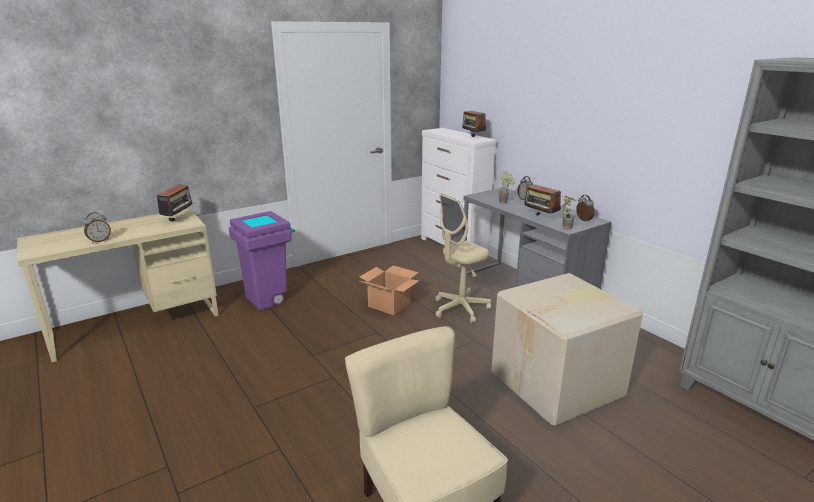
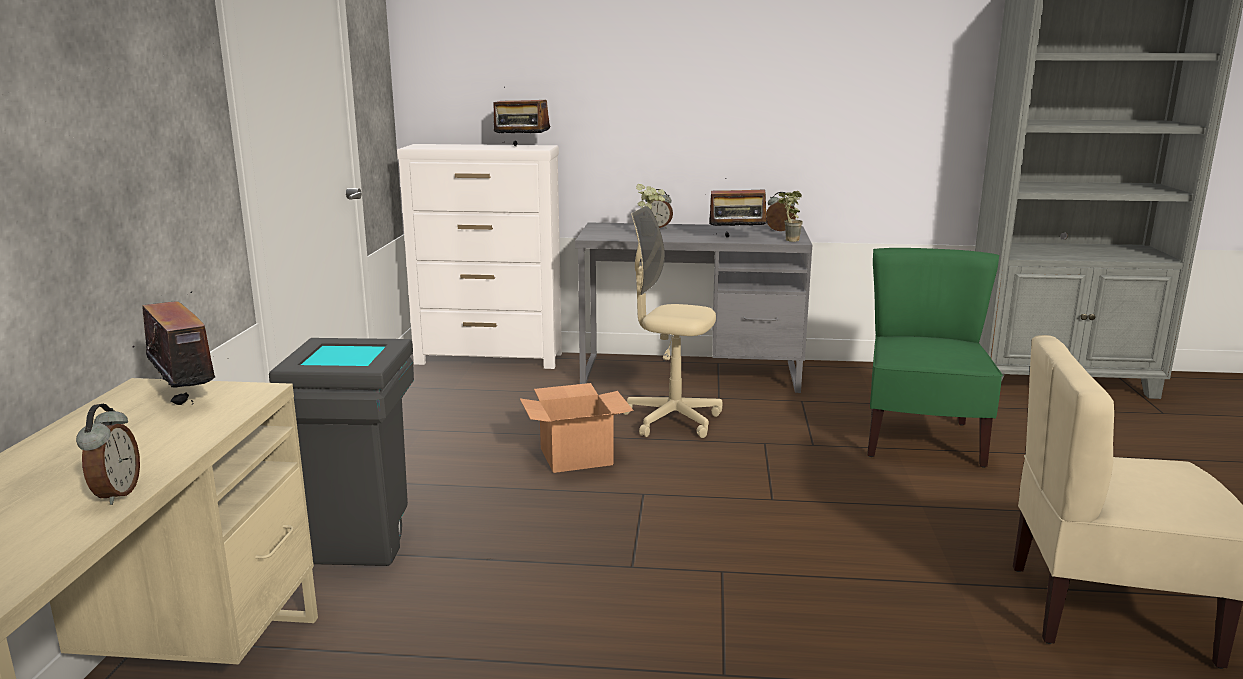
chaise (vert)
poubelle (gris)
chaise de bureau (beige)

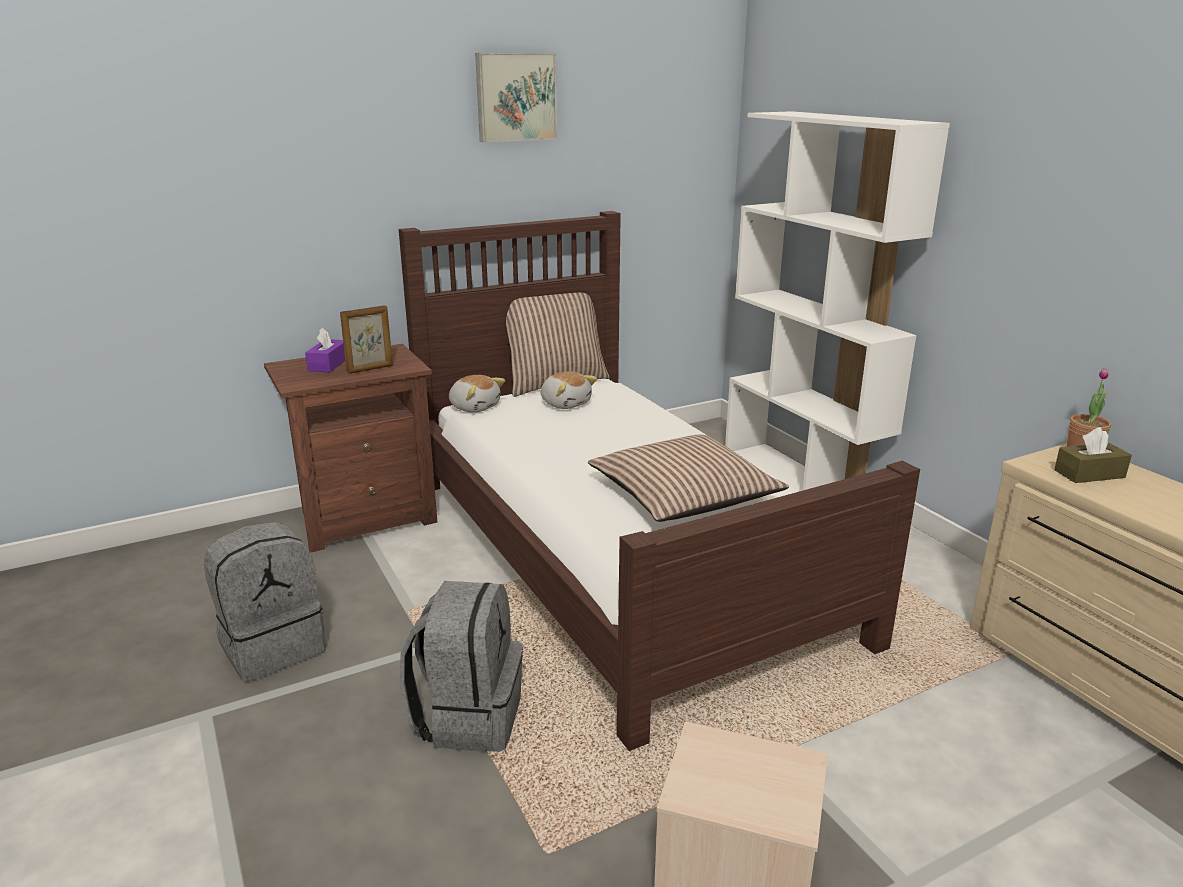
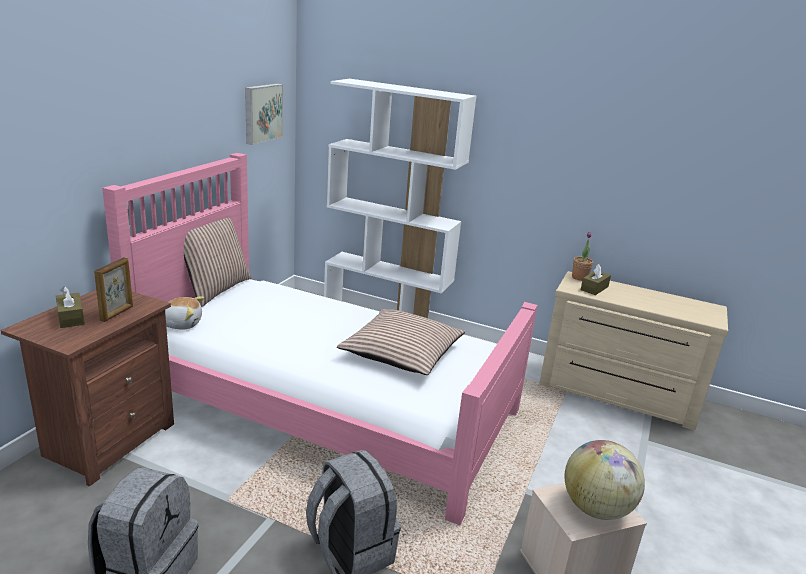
peluche (2nd from left in the first image)
globe
tableau
boîte à mouchoirs (marron) (1st from left)
lit (rose)

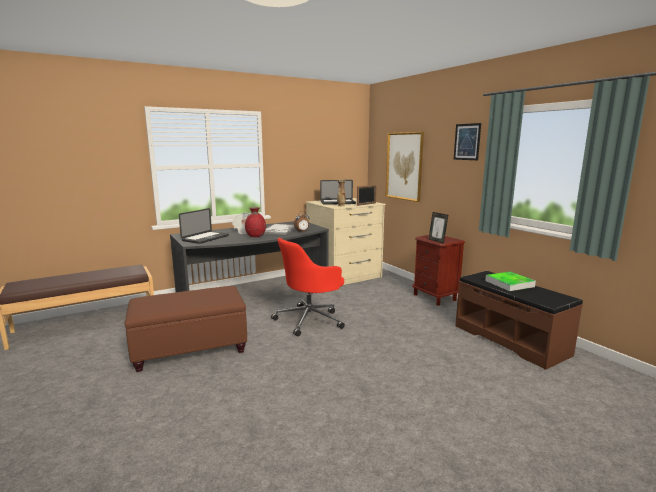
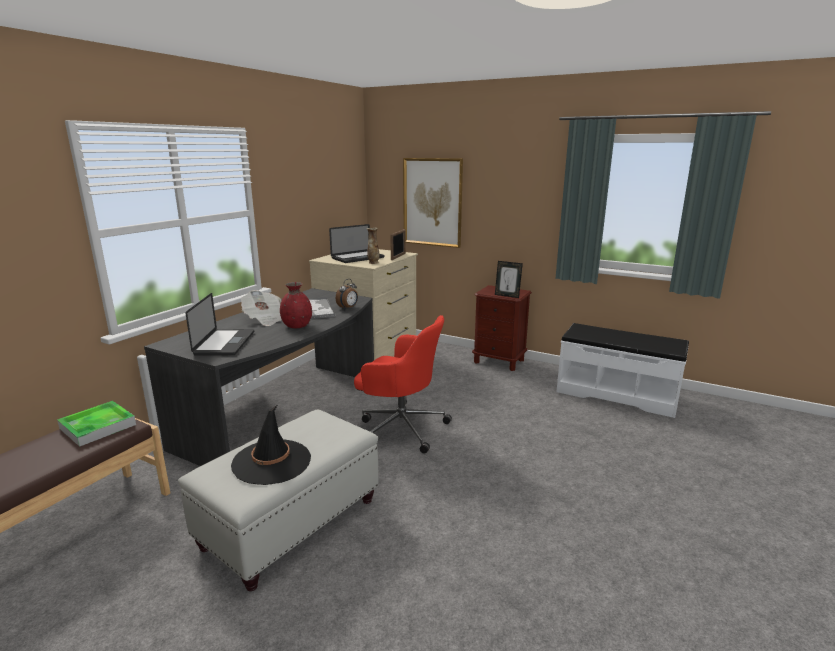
tableau (2nd from left in the first image)
chapeau (noir)
plateau (1st from left)
pouf (blanc)
banc (blanc)
chaise de bureau (rouge)

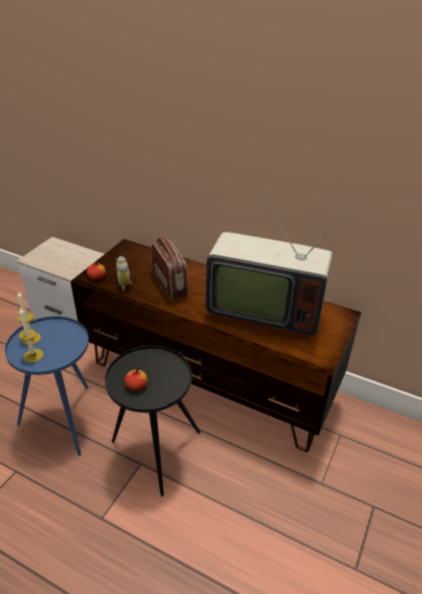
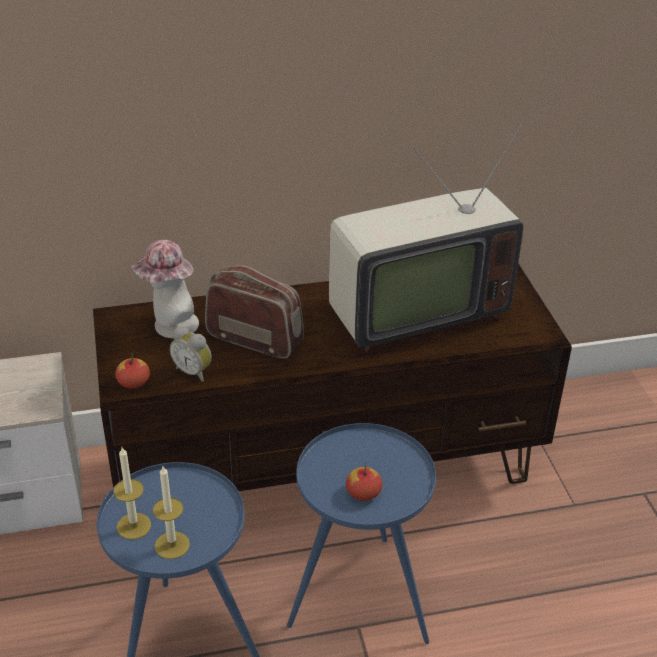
chapeau
table d'appoint (bleu) (2nd from left)

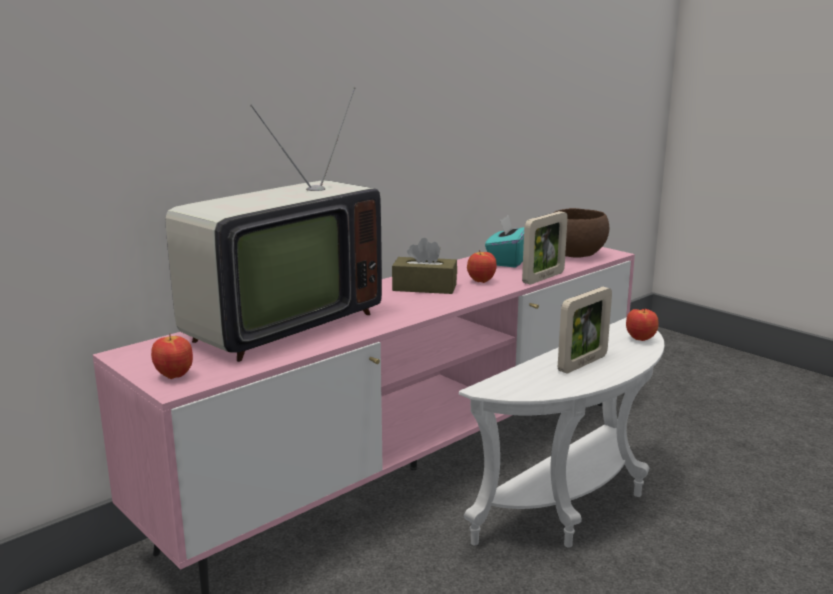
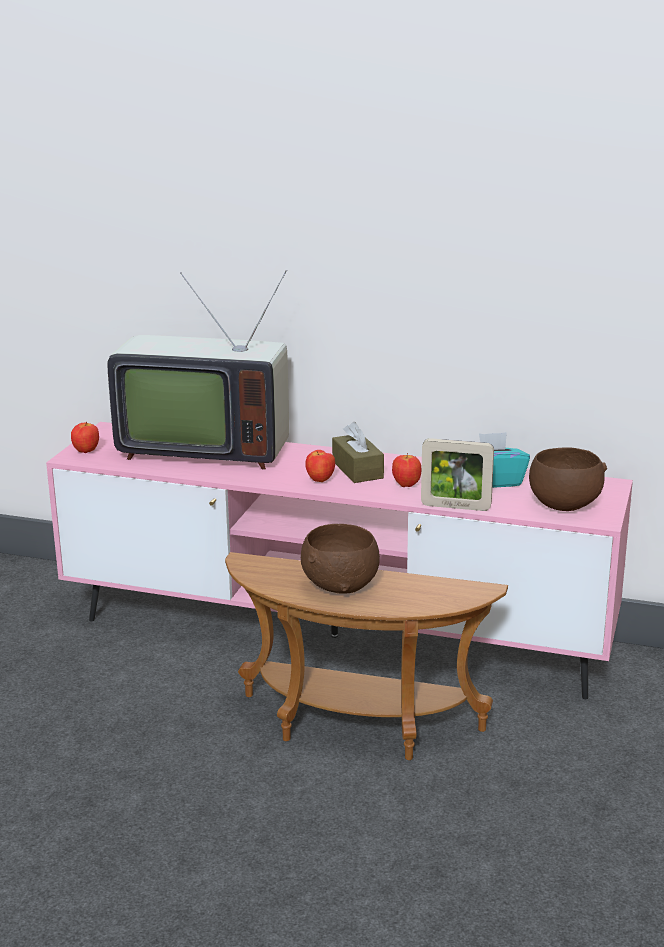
pomme (2nd from left)
bol (marron) (1st from left)
table d'appoint (marron)

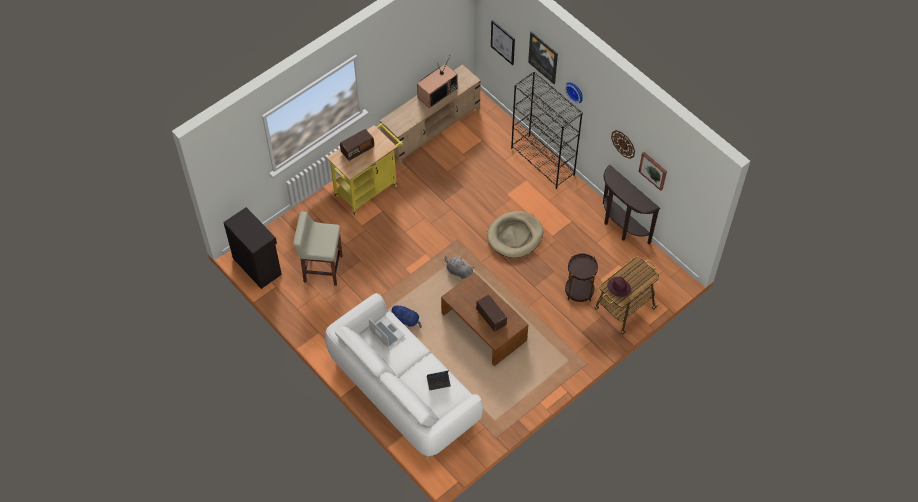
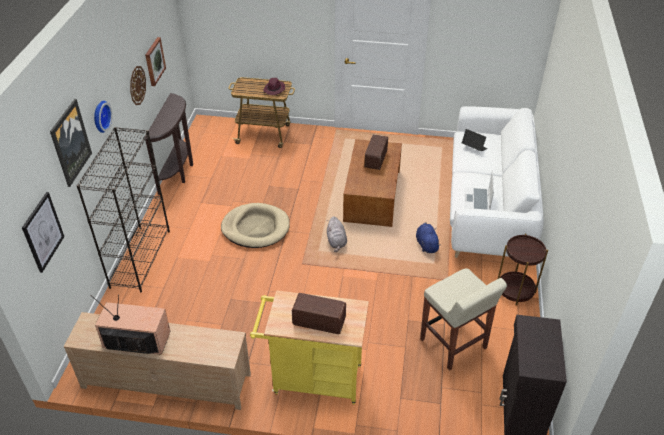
table d'appoint (marron)

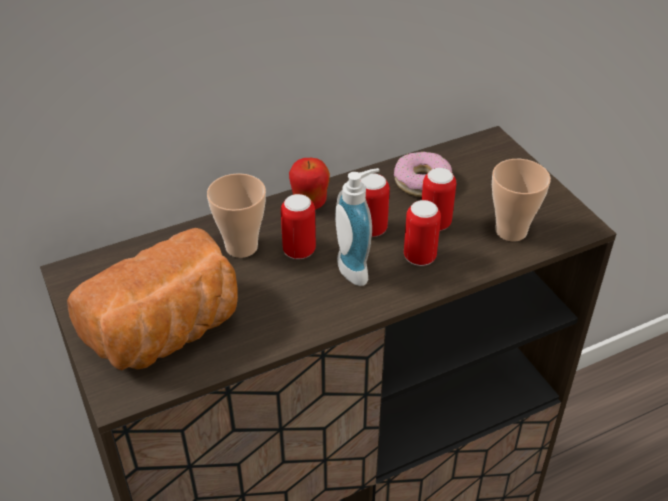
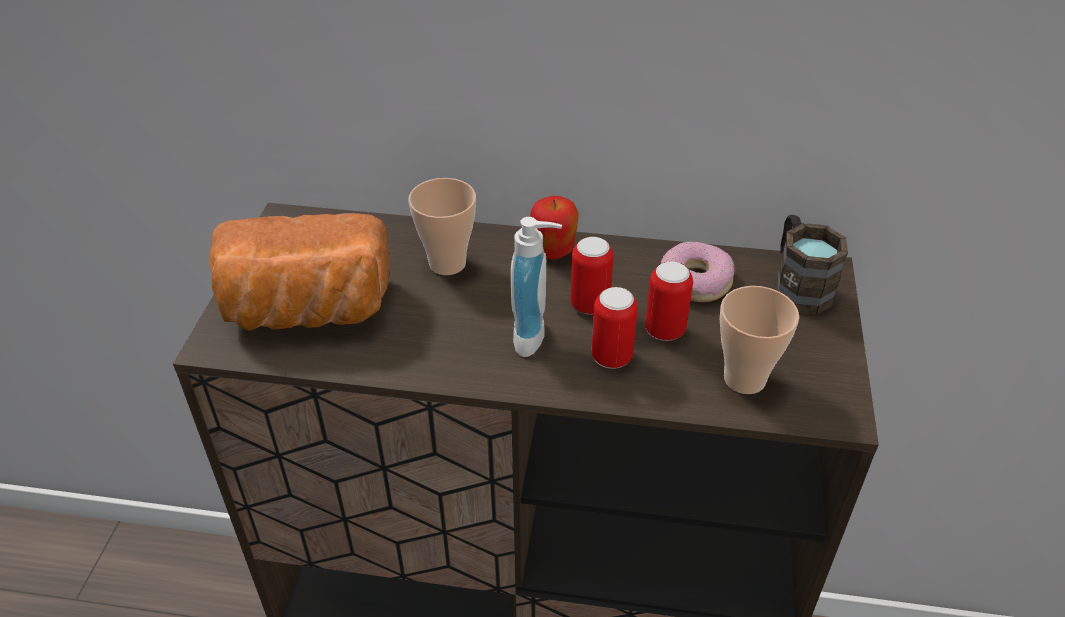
boîte métallique (1st from left in the first image)
mug (marron)

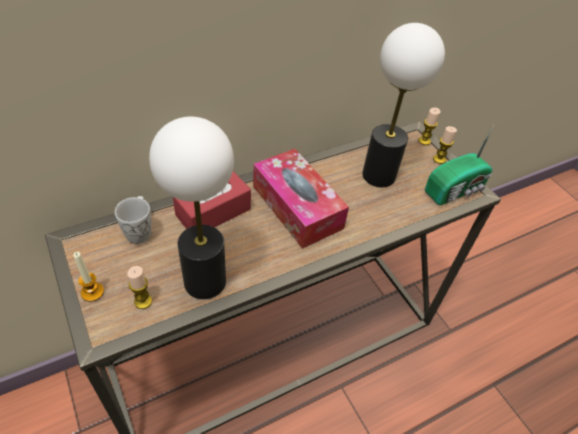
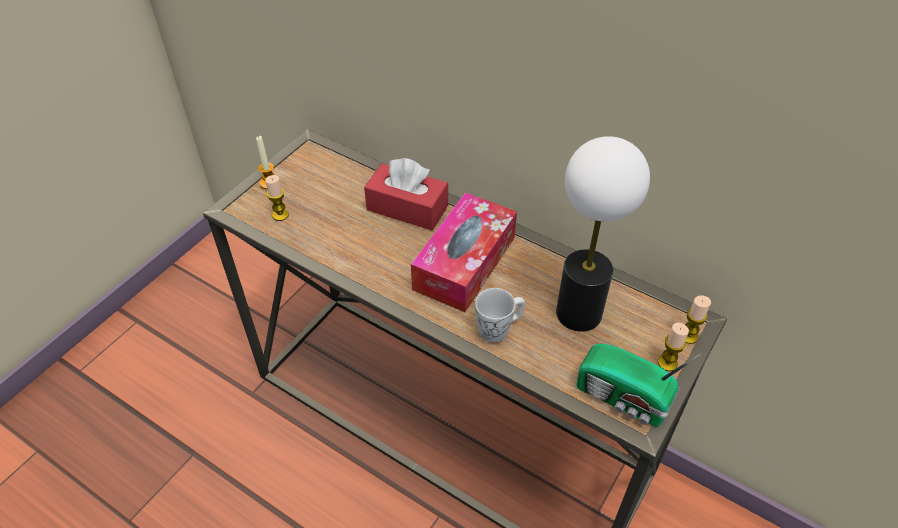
lampe de table (1st from left in the first image)
mug (blanc)

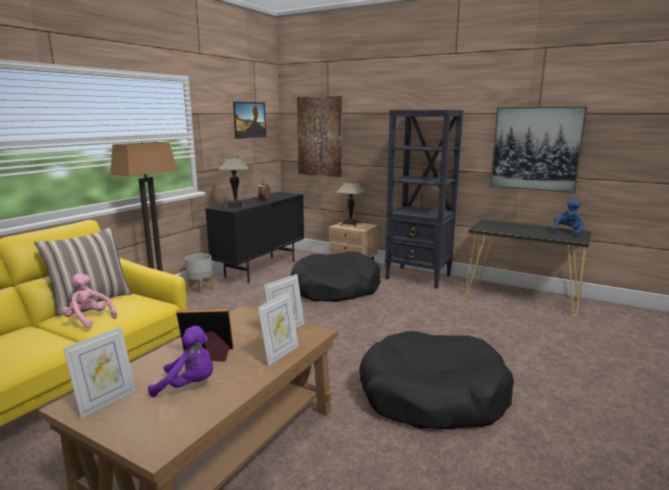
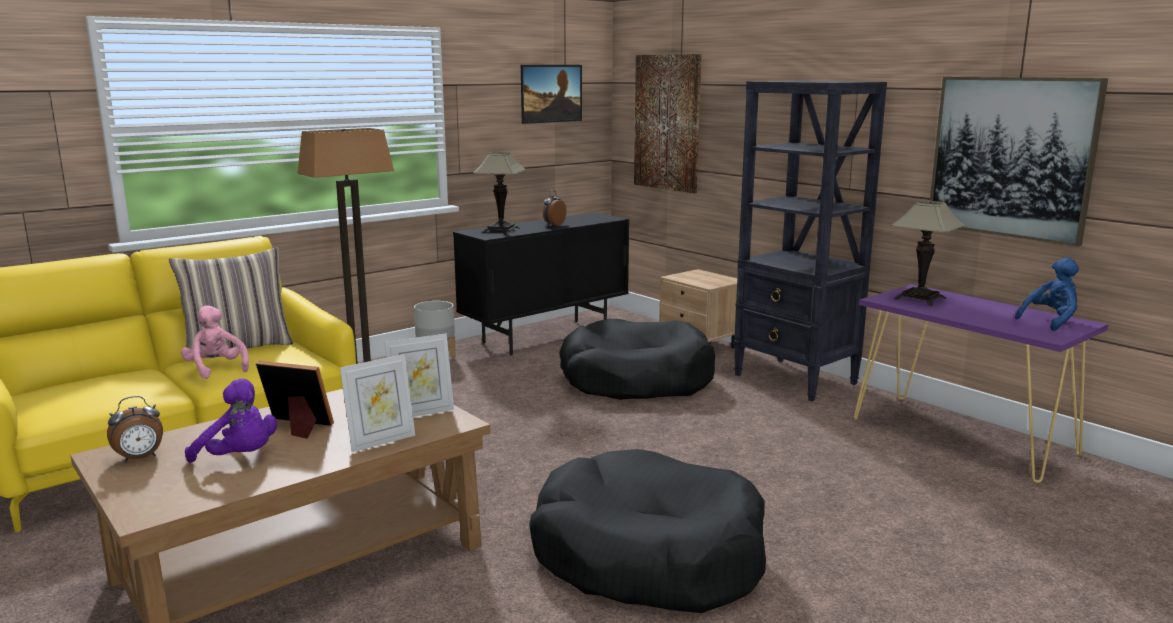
lampe de table (2nd from left)
réveil (1st from left)
table console (violet)

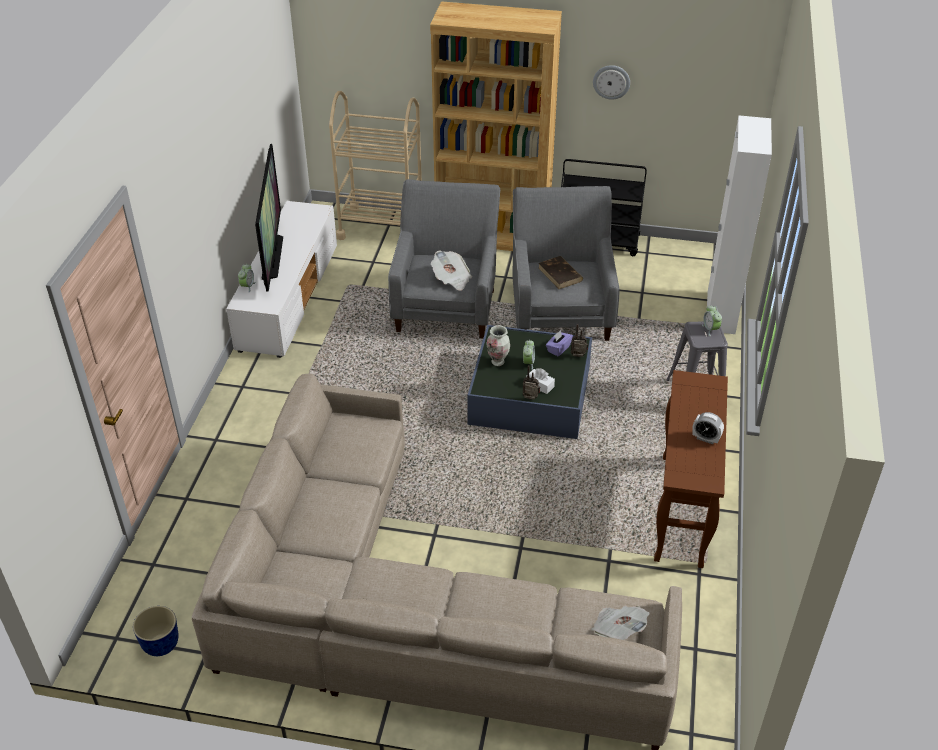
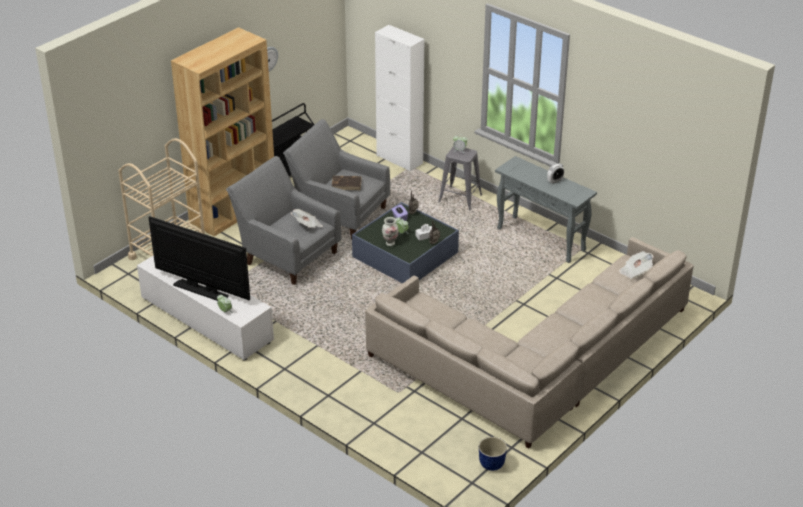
table console (gris)

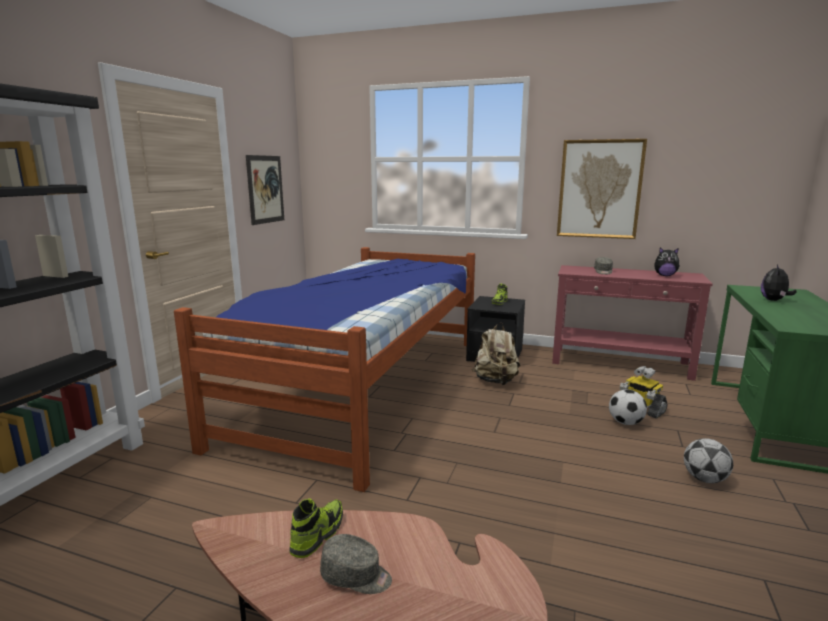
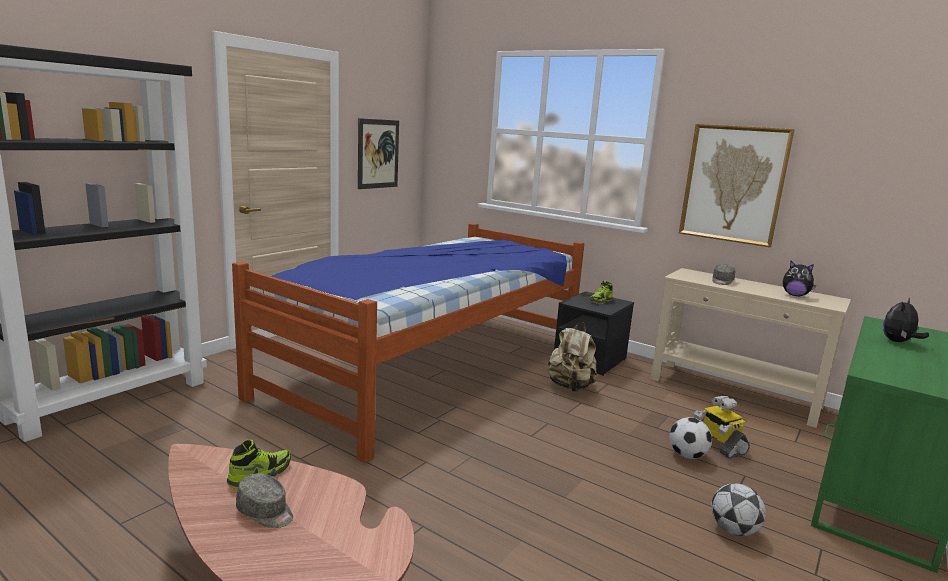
table console (beige)

